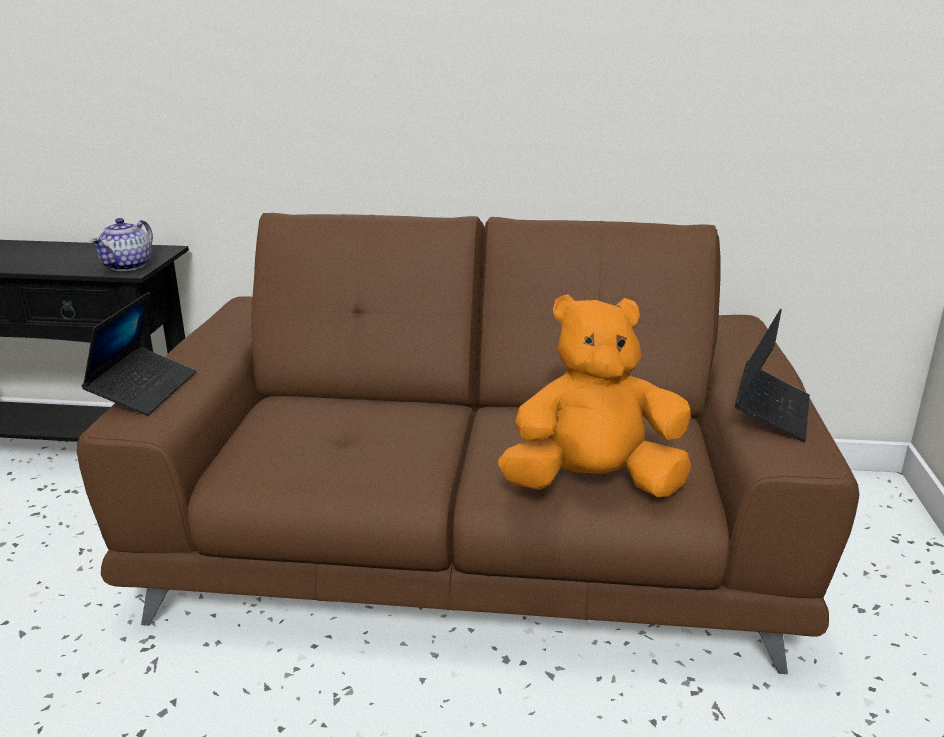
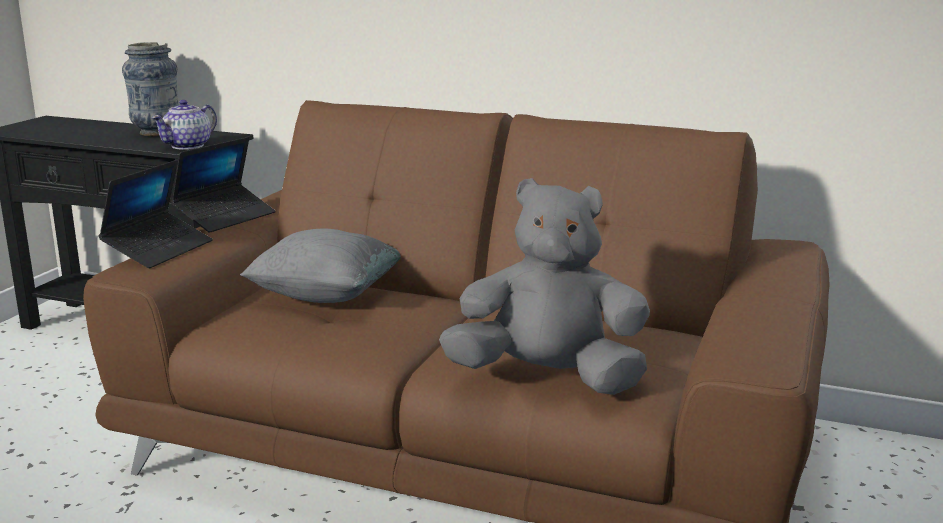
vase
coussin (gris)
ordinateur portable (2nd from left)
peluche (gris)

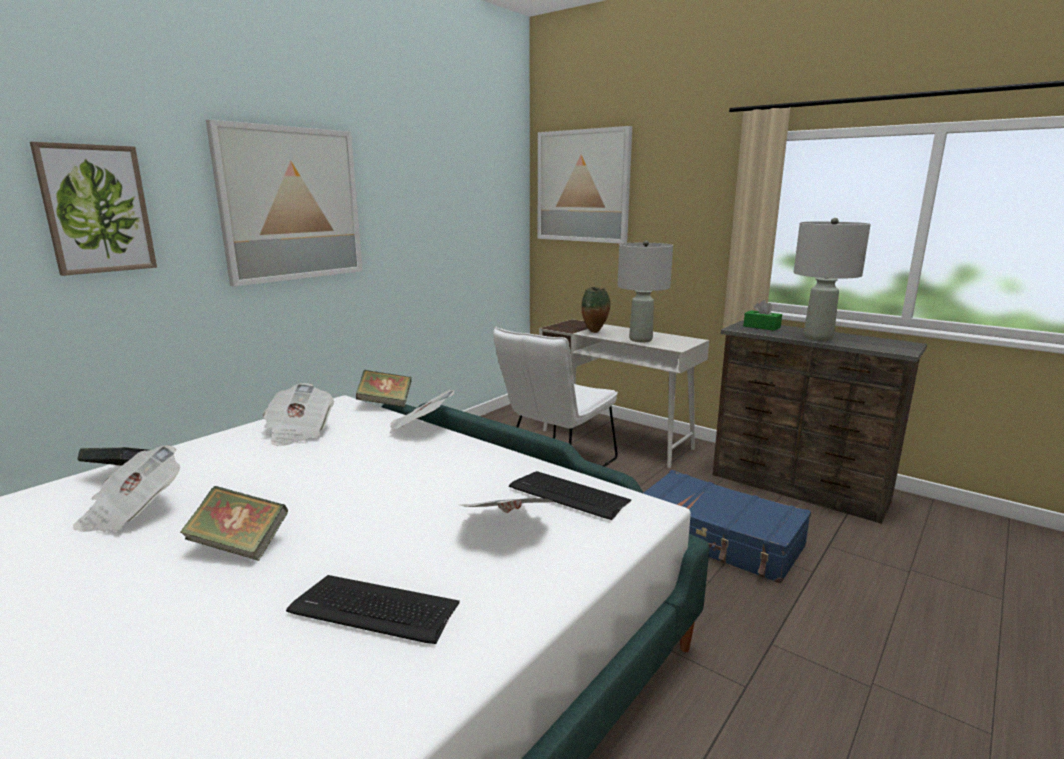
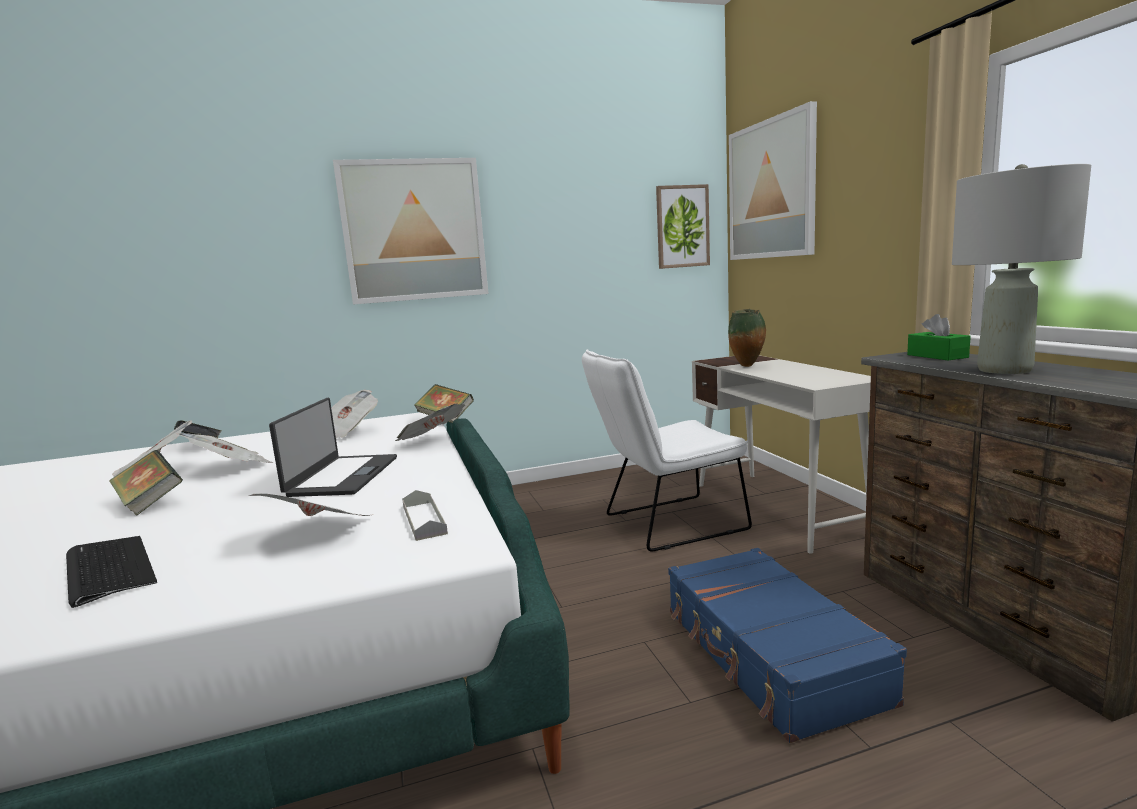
lampe de table (gris) (1st from left in the first image)
journal (2nd from left)
ordinateur portable
tableau (2nd from left)
plateau (gris)

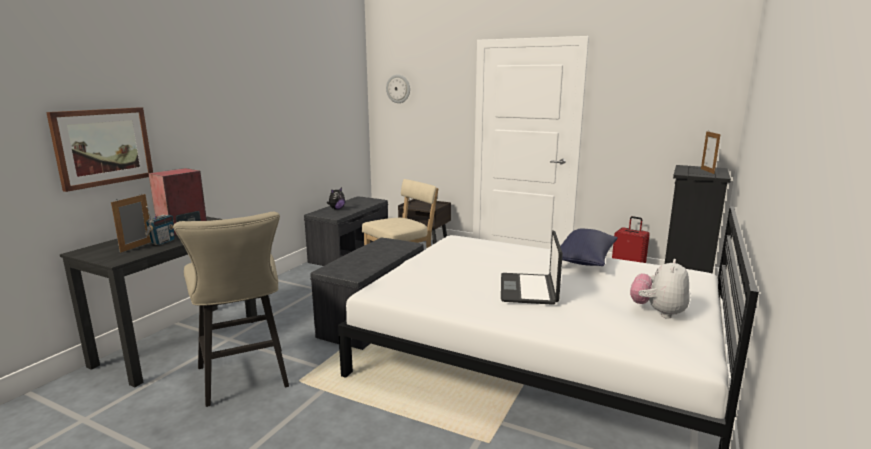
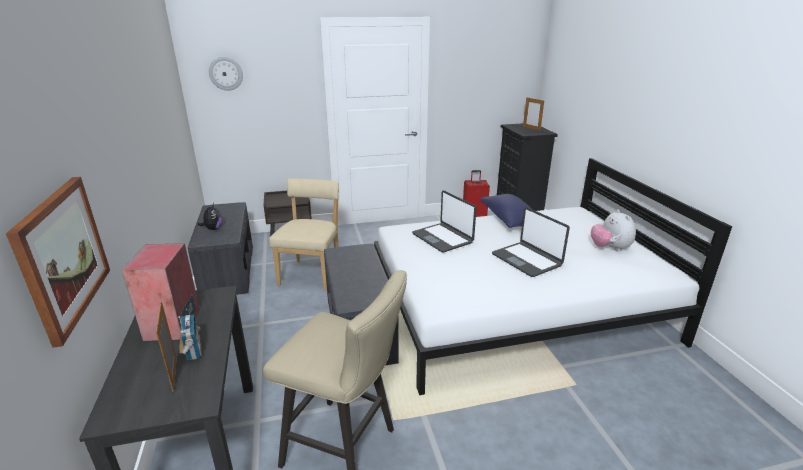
ordinateur portable (1st from left)

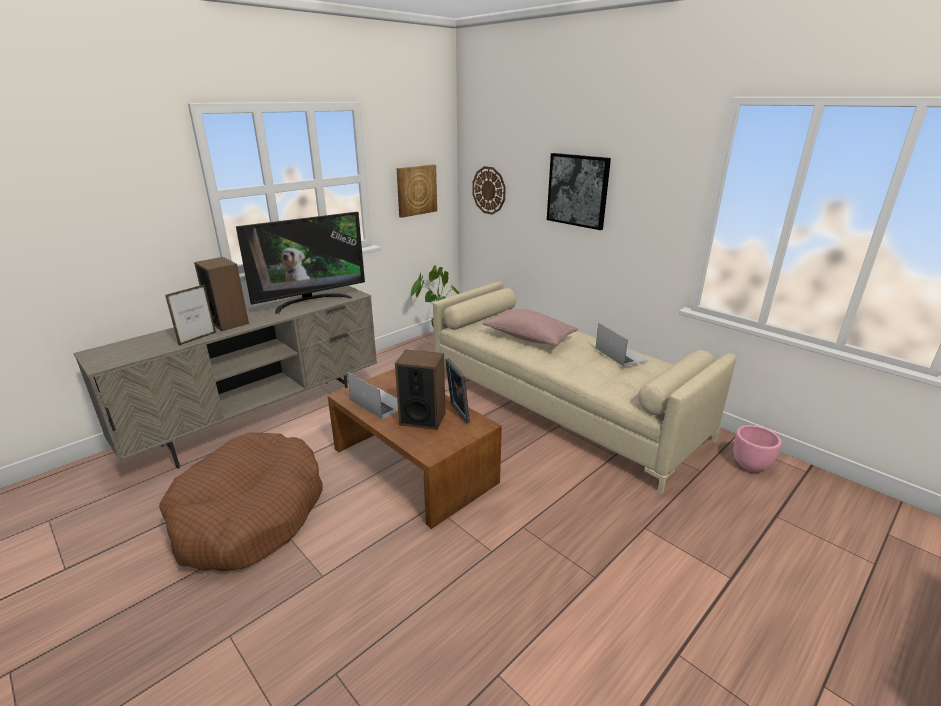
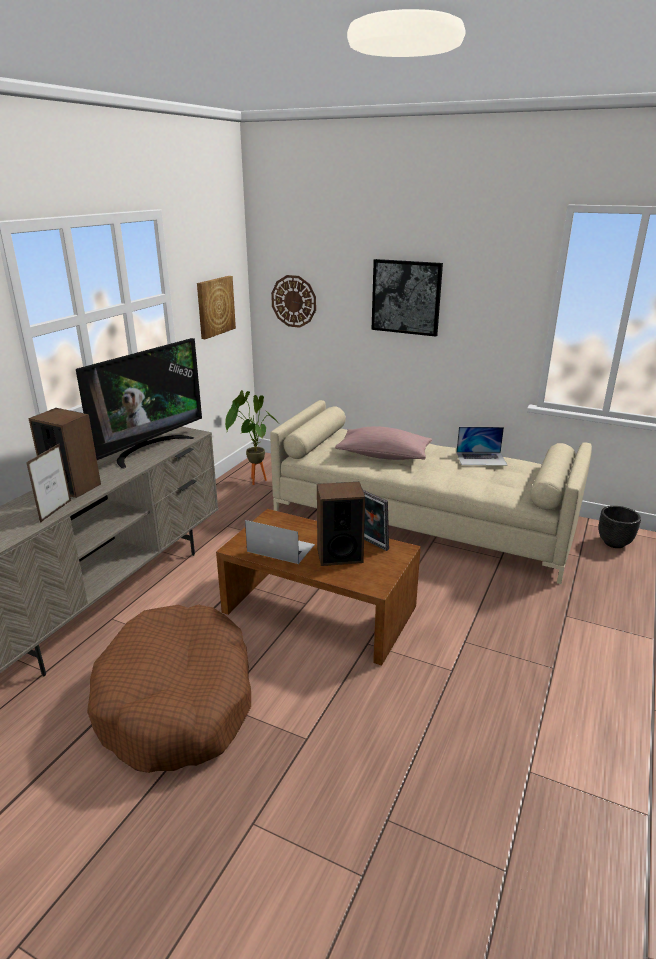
cache-pot (noir)
ordinateur portable (2nd from left)

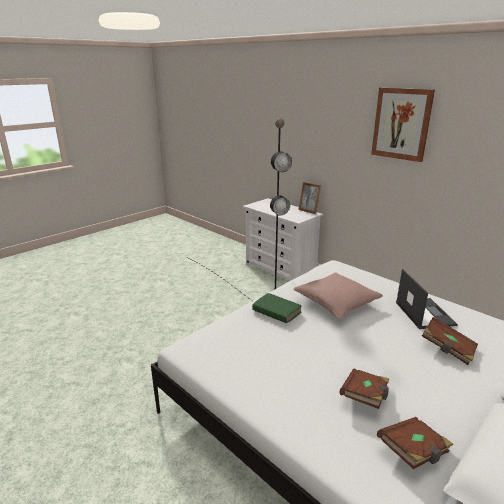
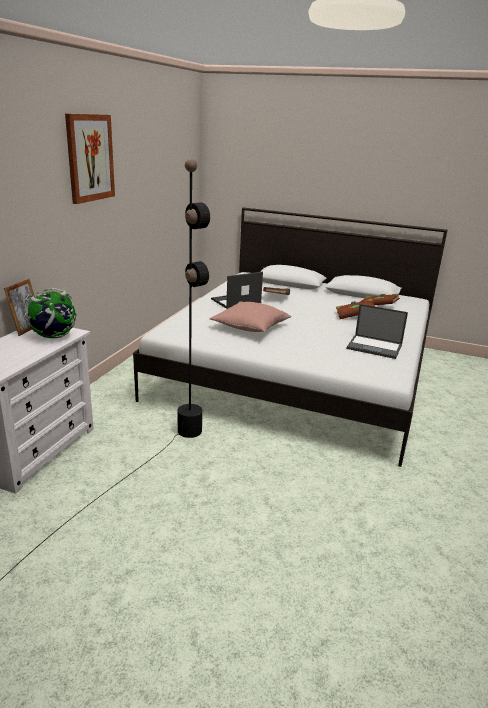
livre (vert)
globe
ordinateur portable (2nd from left)

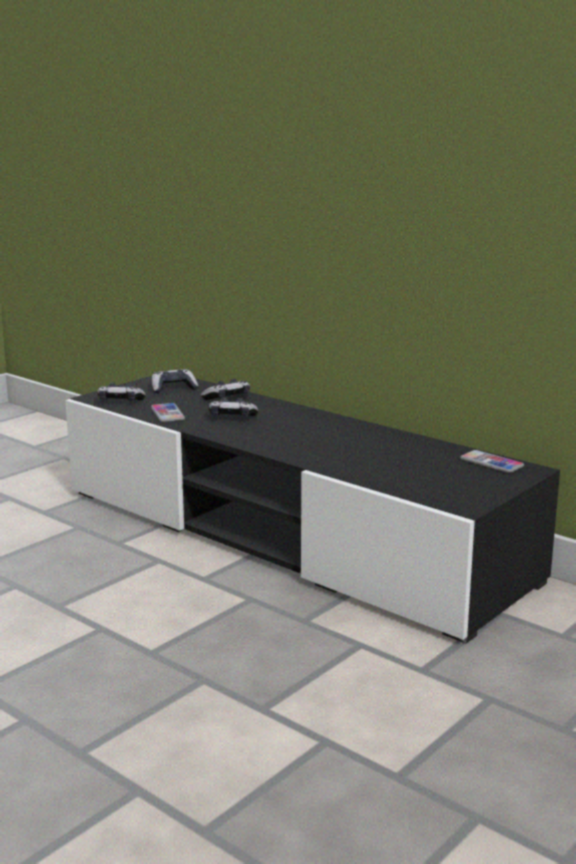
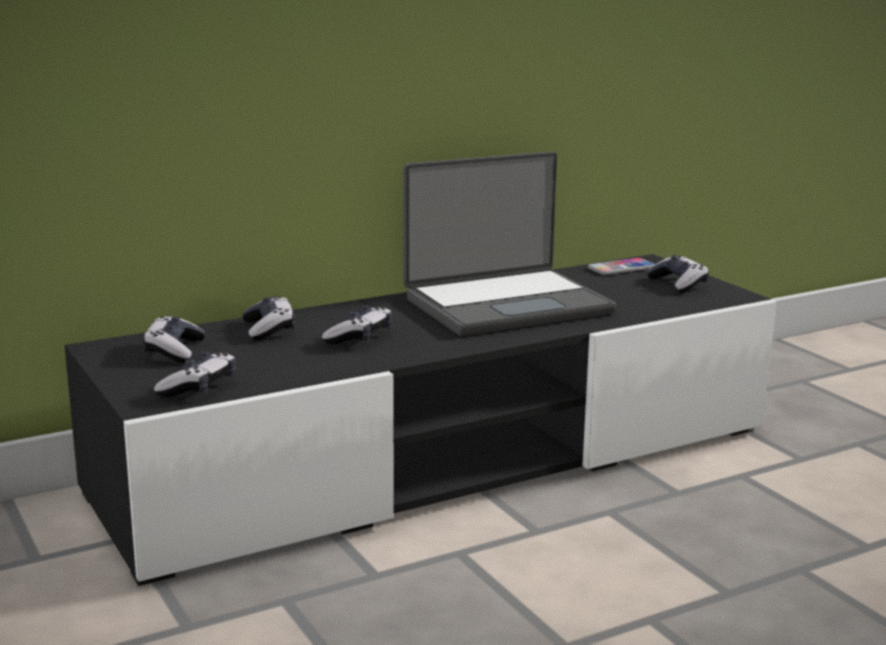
téléphone (1st from left in the first image)
ordinateur portable
manette (5th from left)

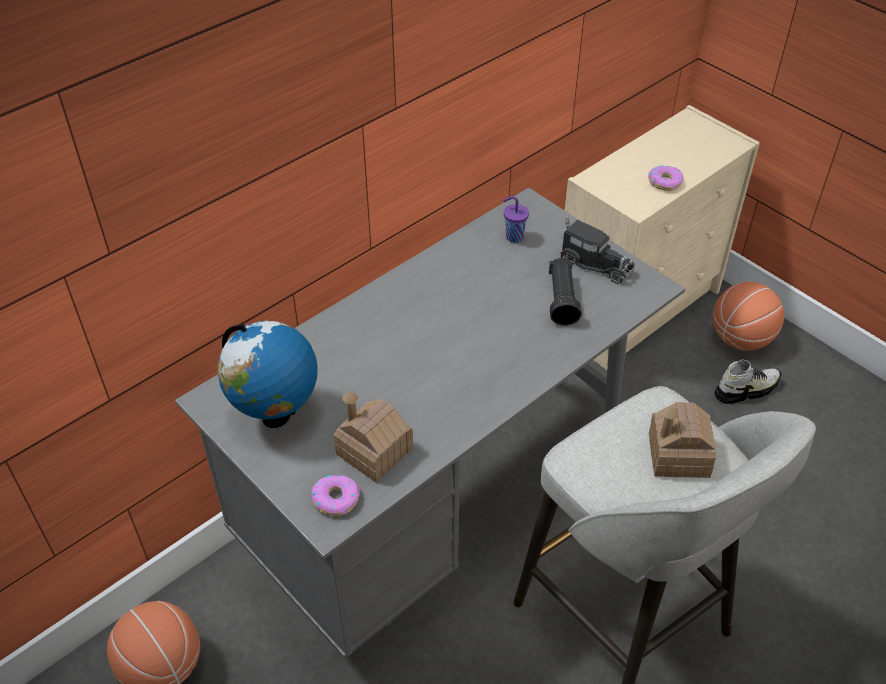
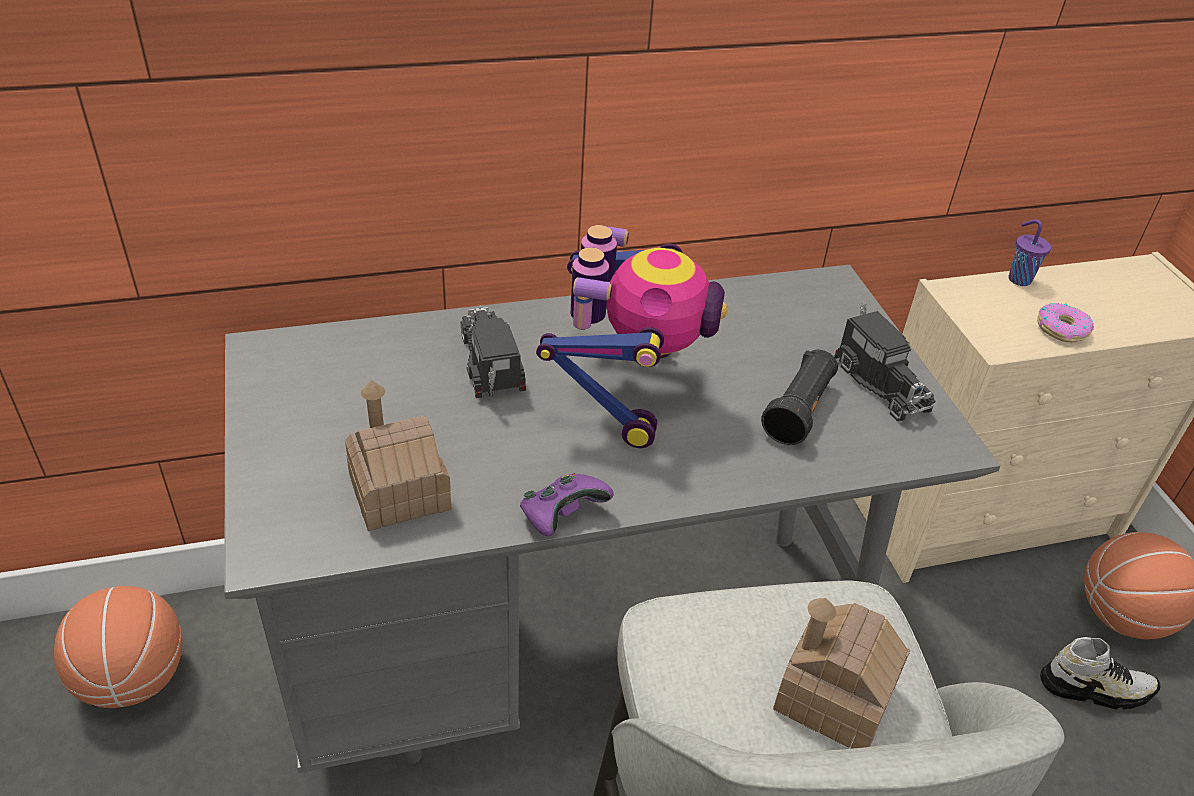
globe
beignet (1st from left in the first image)
camion jouet (1st from left)
manette (violet)
robot jouet
tasse (violet)

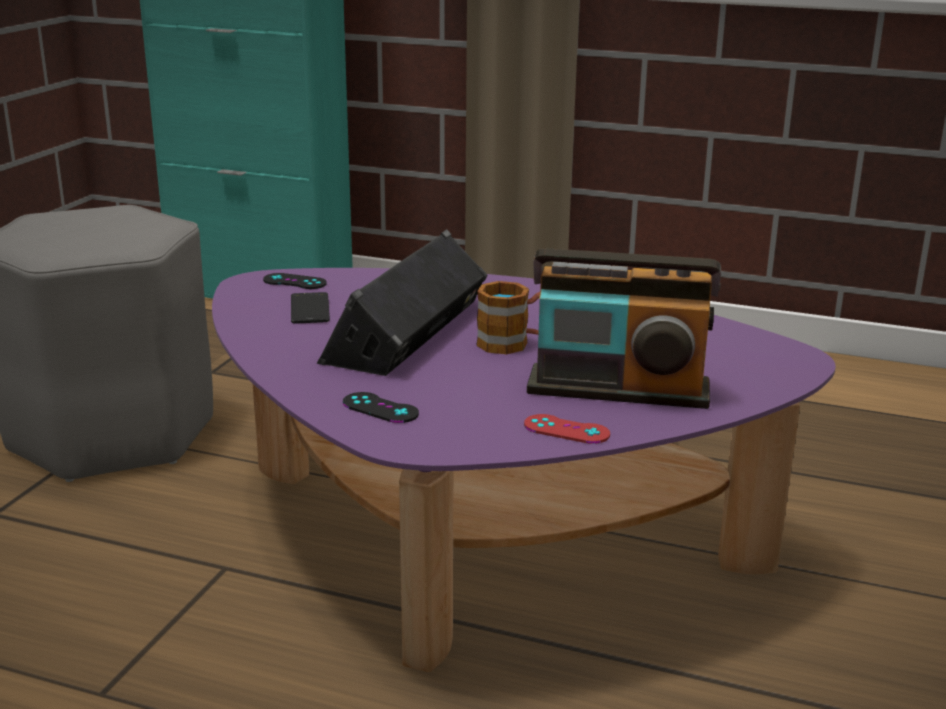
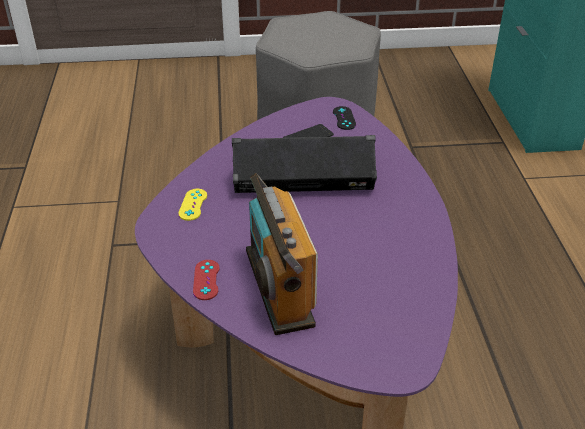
mug
manette (jaune)

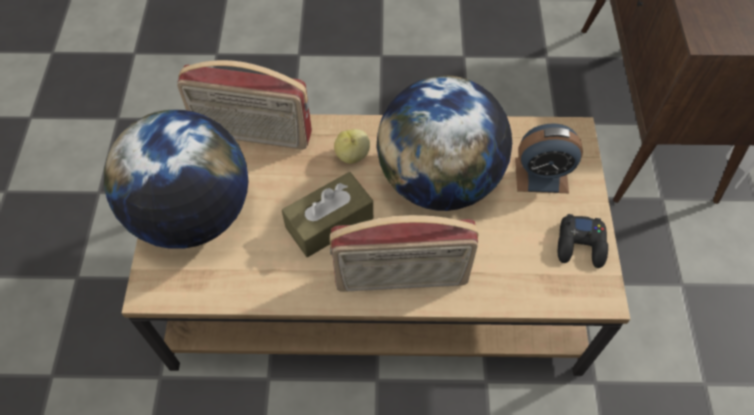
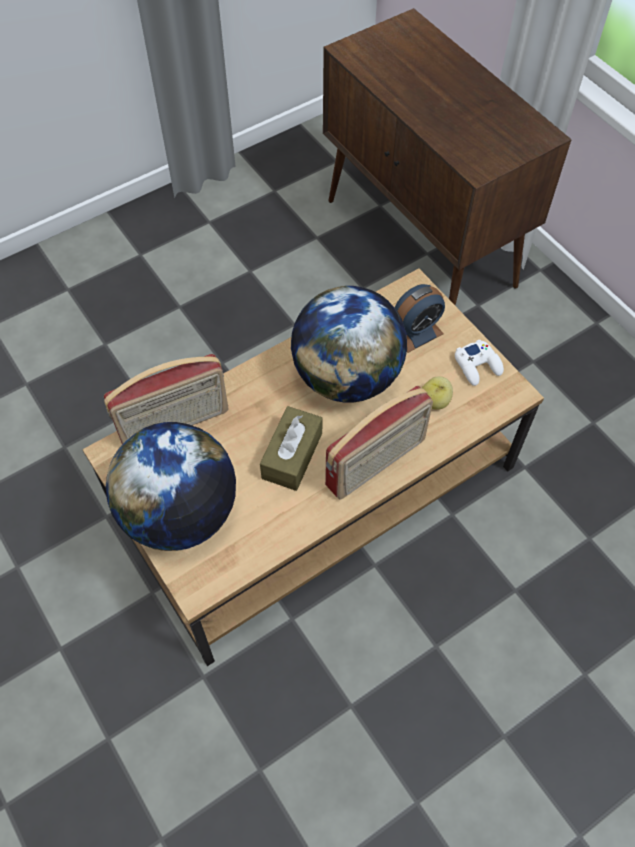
pomme
manette (blanc)

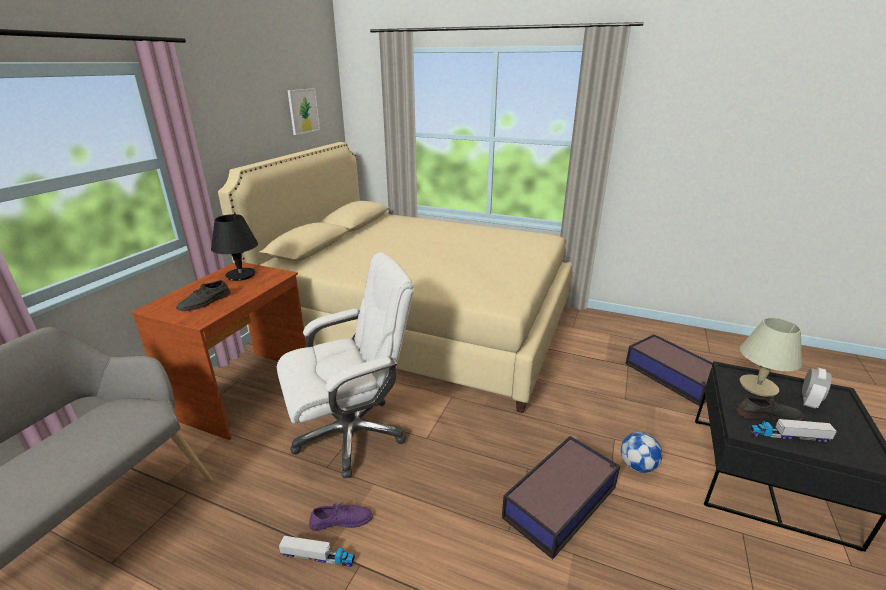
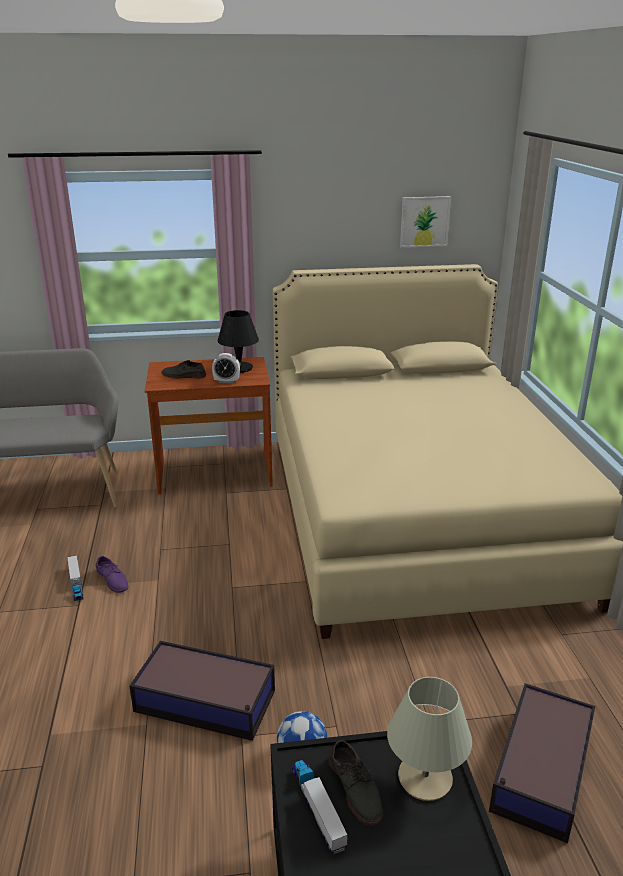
chaise de bureau (blanc)
réveil

